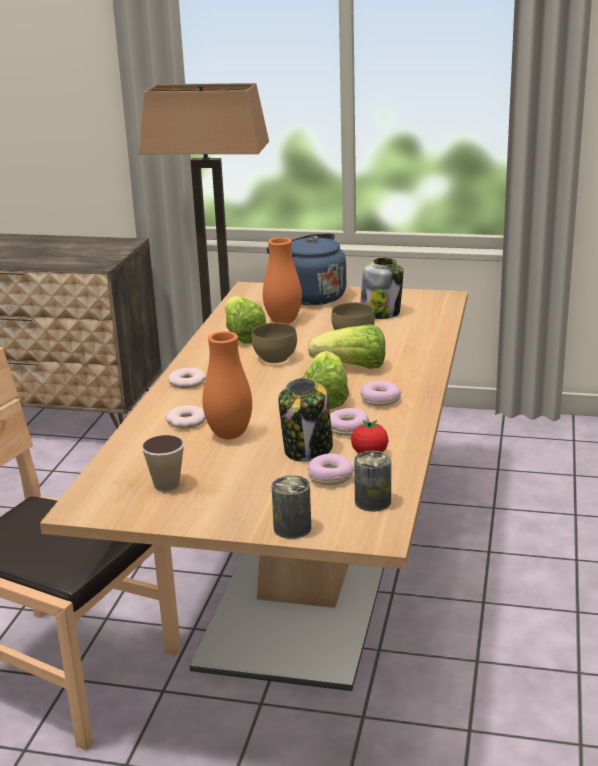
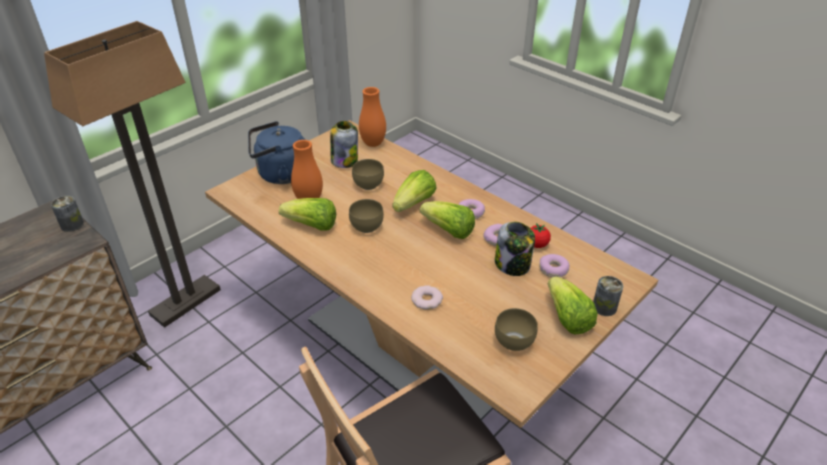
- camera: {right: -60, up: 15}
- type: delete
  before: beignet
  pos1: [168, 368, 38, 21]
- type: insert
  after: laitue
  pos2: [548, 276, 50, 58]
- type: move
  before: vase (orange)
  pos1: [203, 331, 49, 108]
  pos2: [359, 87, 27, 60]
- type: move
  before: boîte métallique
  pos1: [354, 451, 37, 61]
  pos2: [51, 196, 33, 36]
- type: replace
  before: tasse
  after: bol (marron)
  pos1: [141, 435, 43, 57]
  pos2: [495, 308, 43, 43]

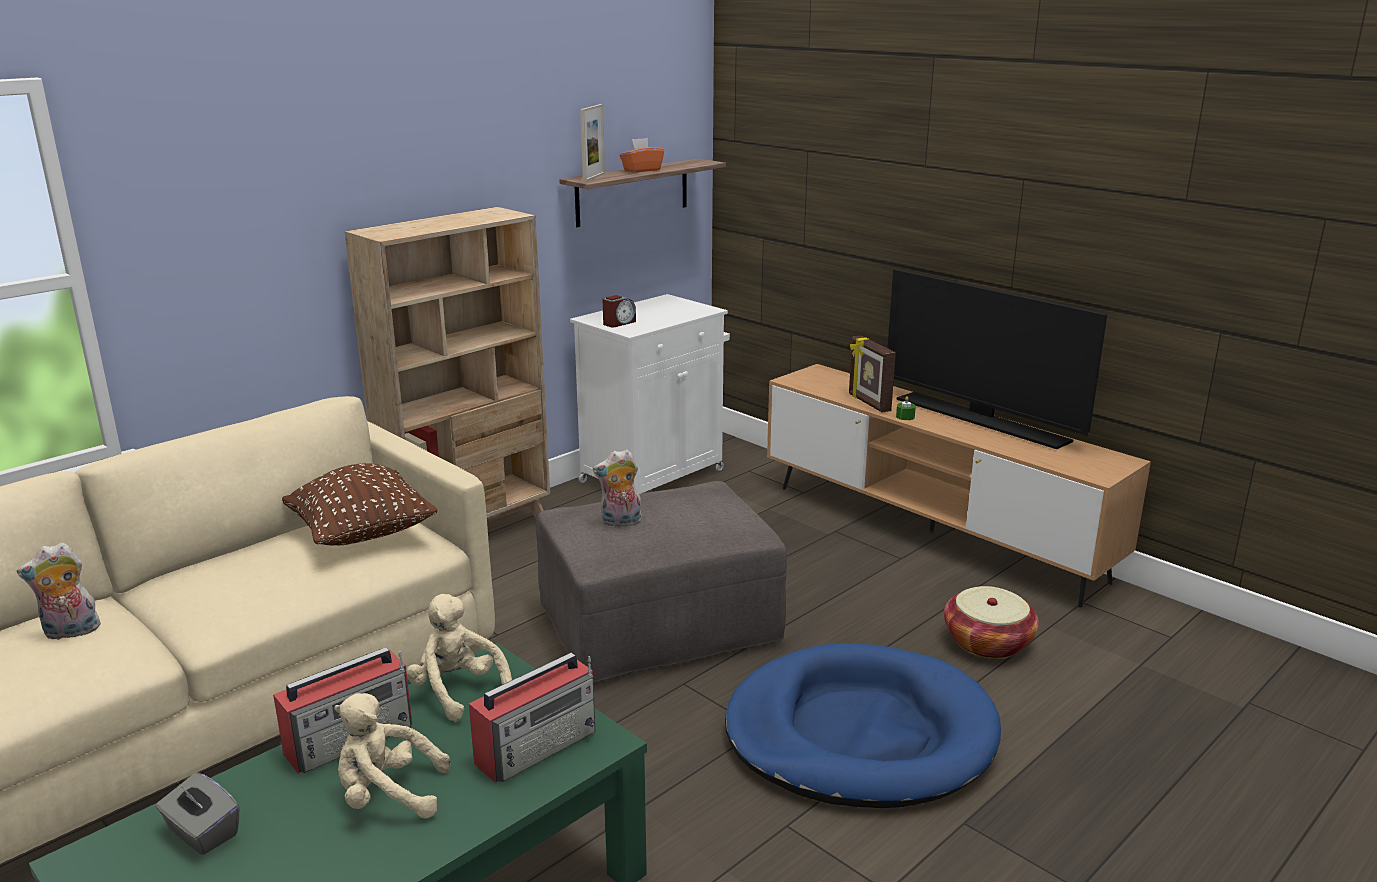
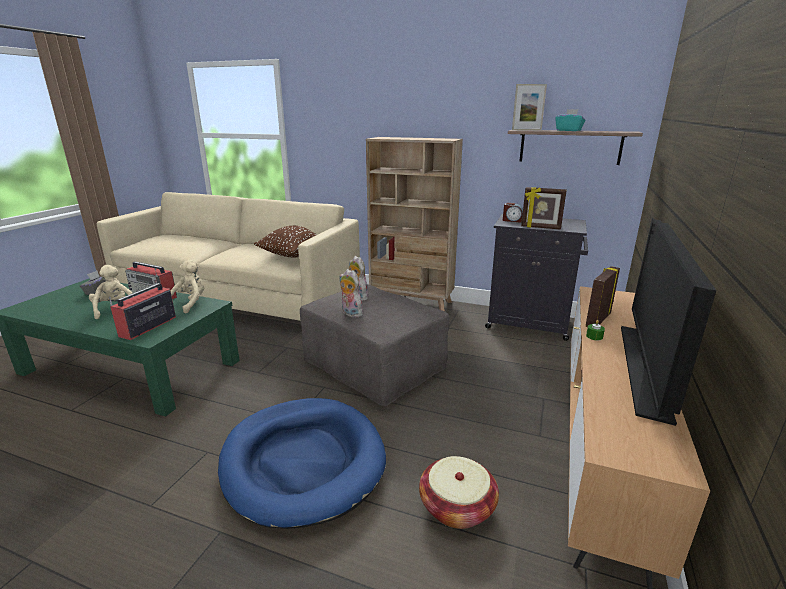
- camera: {right: 65, up: 0}
- type: insert
  after: cadre photo
  pos2: [521, 187, 46, 43]
- type: move
  before: peluche
  pos1: [17, 542, 84, 98]
  pos2: [339, 269, 25, 48]
- type: recolor
  before: meuble de rangement (blanc)
  after: meuble de rangement (noir)
  pos1: [570, 294, 160, 200]
  pos2: [485, 214, 103, 127]
- type: recolor
  before: boîte à mouchoirs (orange)
  after: boîte à mouchoirs (turquoise)
  pos1: [620, 138, 44, 34]
  pos2: [555, 109, 30, 22]
- type: rotate
  before: radio
  pos1: [469, 653, 127, 130]
  pos2: [109, 283, 67, 57]
  turn: 90

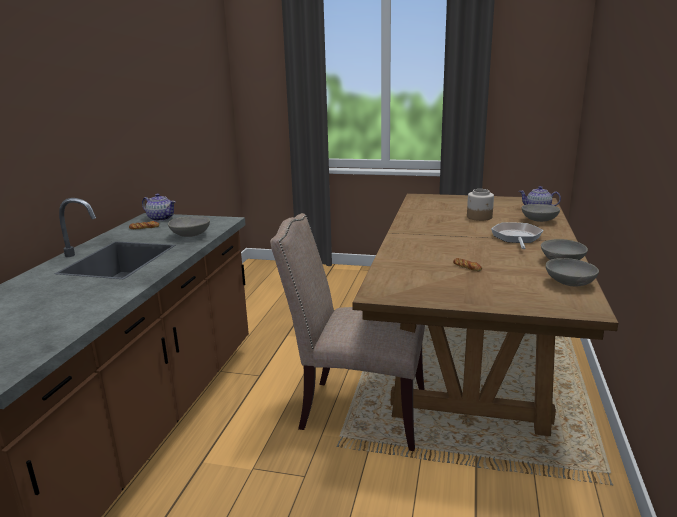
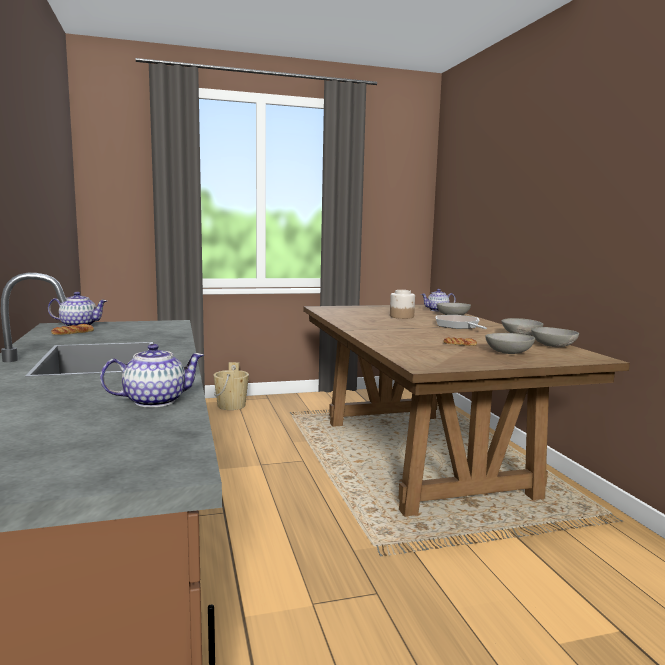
- camera: {right: -30, up: -10}
- type: delete
  before: chaise (beige)
  pos1: [270, 213, 155, 238]
- type: insert
  after: théière
  pos2: [100, 344, 104, 64]
- type: insert
  after: seau (beige)
  pos2: [213, 362, 36, 48]
- type: move
  before: bol (gris)
  pos1: [168, 216, 42, 21]
  pos2: [485, 333, 50, 21]

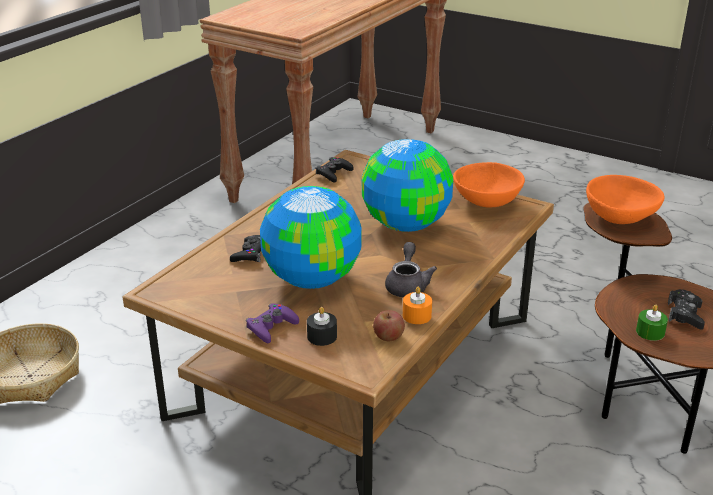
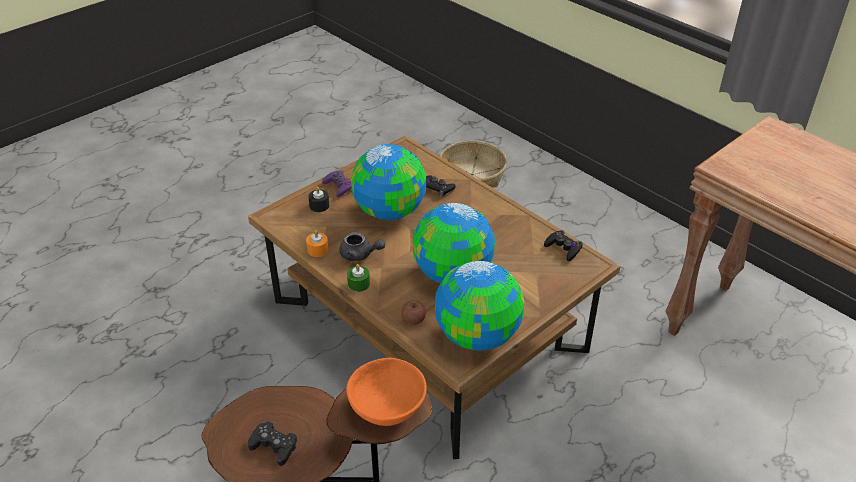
- camera: {right: 105, up: 10}
- type: move
  before: pomme
  pos1: [373, 310, 32, 31]
  pos2: [402, 300, 24, 25]
- type: move
  before: bougie (vert)
  pos1: [636, 305, 32, 36]
  pos2: [347, 264, 23, 28]
- type: replace
  before: bol (orange)
  after: globe
  pos1: [453, 162, 72, 46]
  pos2: [435, 261, 89, 90]

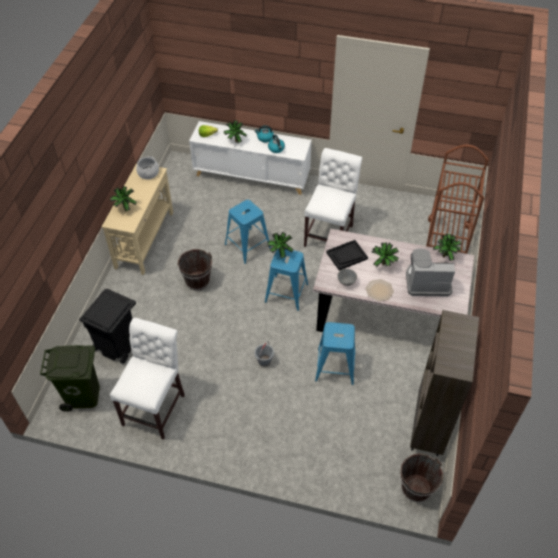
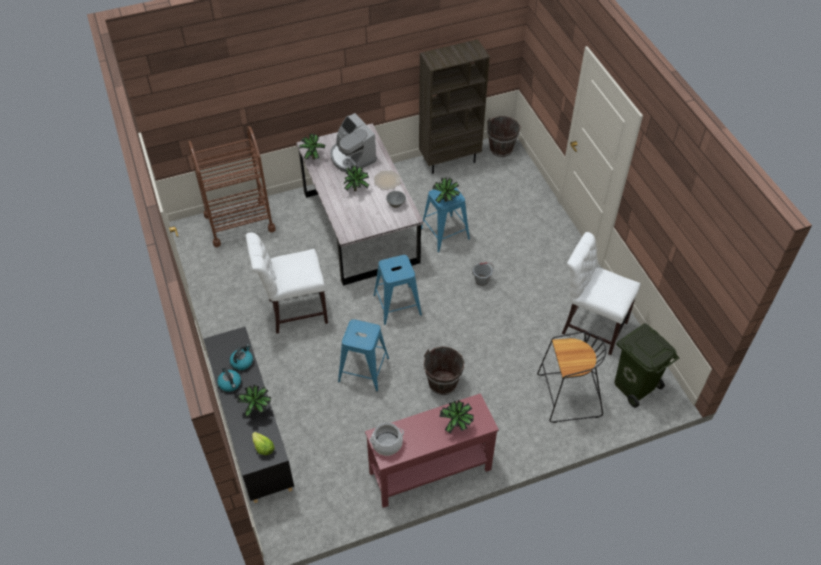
- camera: {right: -125, up: 0}
- type: delete
  before: plateau (noir)
  pos1: [326, 240, 42, 31]
- type: move
  before: plante en pot
  pos1: [267, 232, 26, 26]
  pos2: [432, 177, 28, 26]
- type: replace
  before: poubelle (noir)
  after: tabouret (noir)
  pos1: [79, 289, 57, 75]
  pos2: [537, 332, 69, 91]
- type: recolor
  before: table console (beige)
  after: table console (rouge)
  pos1: [102, 163, 71, 112]
  pos2: [365, 393, 134, 115]
- type: recolor
  before: meuble de rangement (blanc)
  after: meuble de rangement (noir)
  pos1: [189, 121, 123, 74]
  pos2: [204, 327, 90, 176]
- type: rotate
  before: chaise (blanc)
  pos1: [110, 318, 75, 122]
  pos2: [562, 232, 79, 123]
  turn: 45

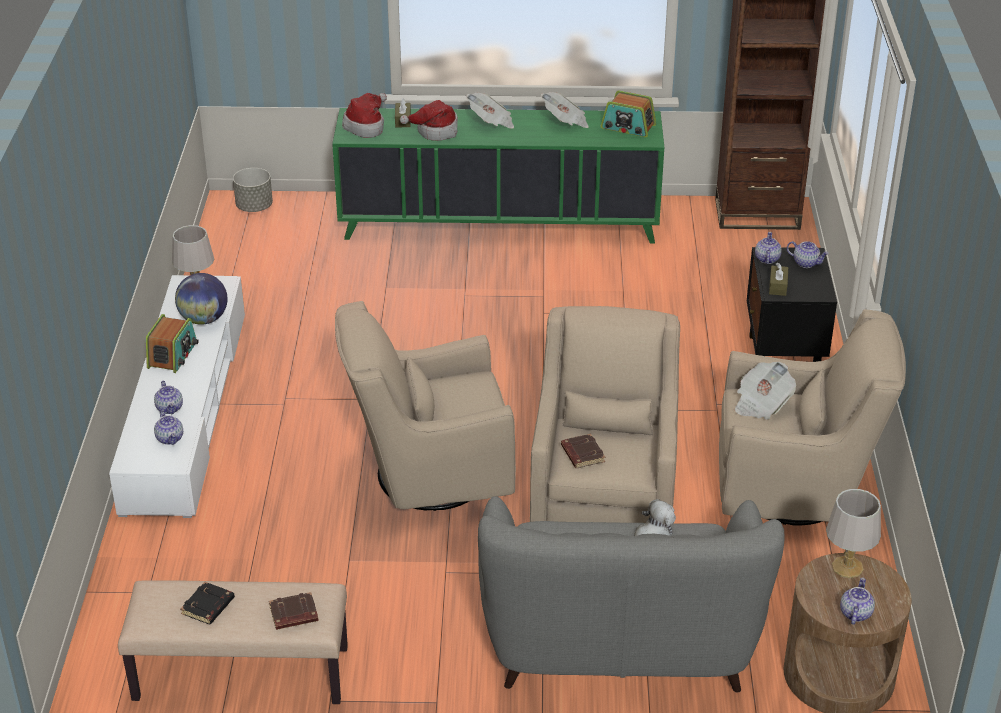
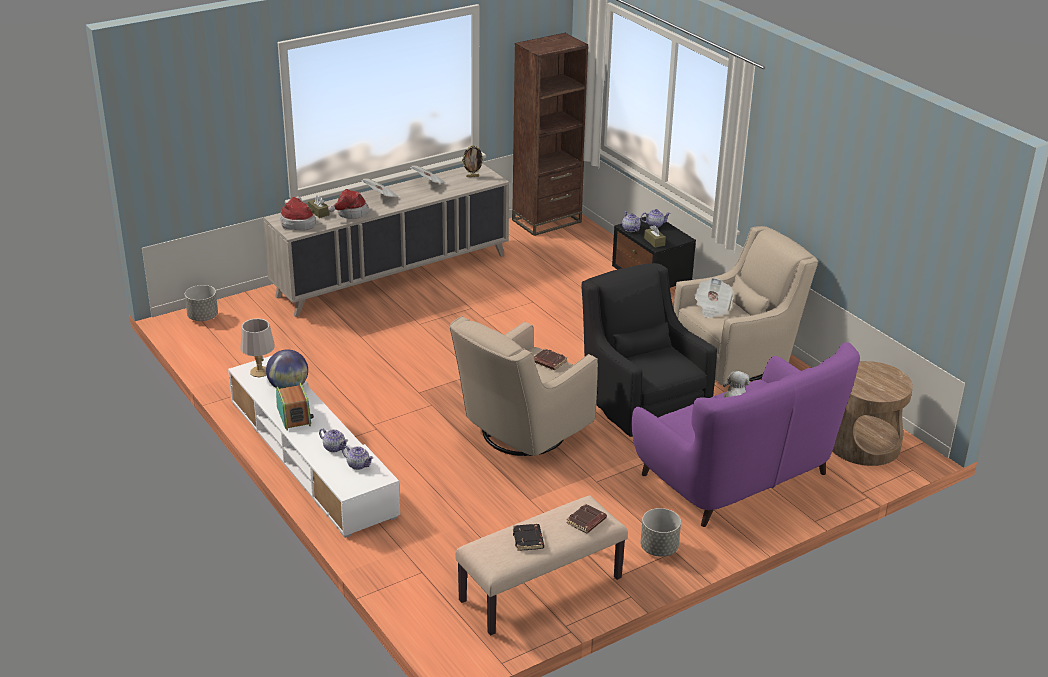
- camera: {right: -35, up: -5}
- type: delete
  before: lampe de table (gris)
  pos1: [826, 489, 55, 89]
- type: delete
  before: théière
  pos1: [840, 578, 35, 47]
- type: insert
  after: cache-pot (gris)
  pos2: [641, 508, 40, 49]
- type: move
  before: livre (marron)
  pos1: [561, 434, 44, 34]
  pos2: [534, 349, 34, 21]
- type: replace
  before: radio
  after: cadre photo
  pos1: [601, 91, 55, 46]
  pos2: [462, 145, 22, 32]
- type: recolor
  before: meuble de rangement (vert)
  after: meuble de rangement (beige)
  pos1: [332, 108, 332, 135]
  pos2: [263, 163, 246, 154]
- type: recolor
  before: canapé (gris)
  after: canapé (violet)
  pos1: [478, 496, 306, 197]
  pos2: [632, 342, 228, 185]
- type: recolor
  before: fauteuil (beige)
  after: fauteuil (noir)
  pos1: [530, 306, 150, 217]
  pos2: [582, 263, 135, 174]

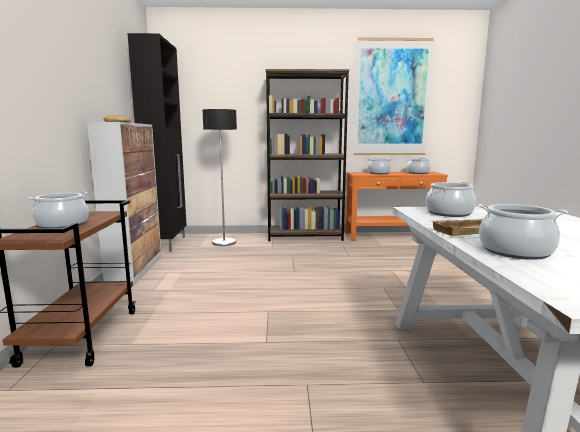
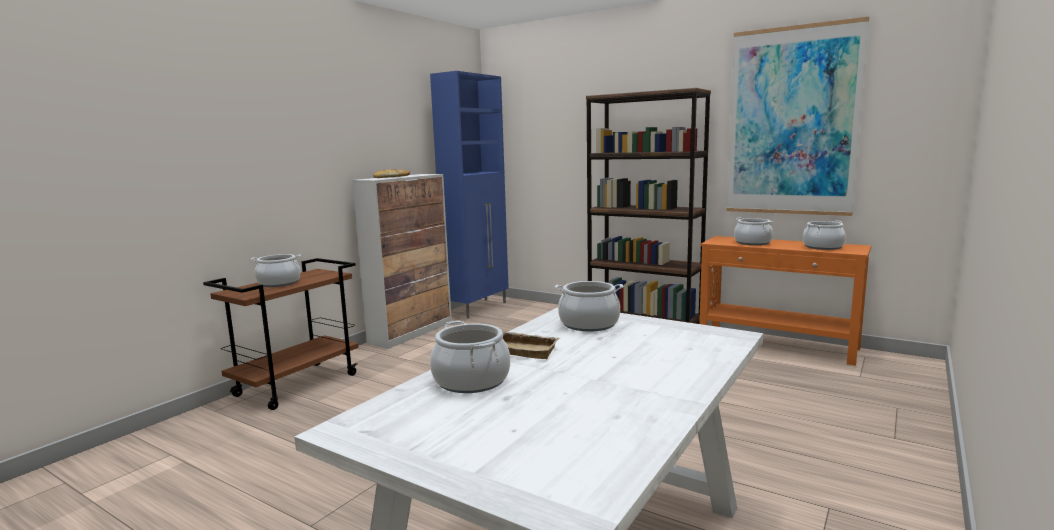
- camera: {right: 35, up: 0}
- type: delete
  before: lampadaire
  pos1: [203, 109, 34, 137]
- type: recolor
  before: meuble de rangement (noir)
  after: meuble de rangement (bleu)
  pos1: [127, 33, 59, 219]
  pos2: [430, 71, 79, 248]

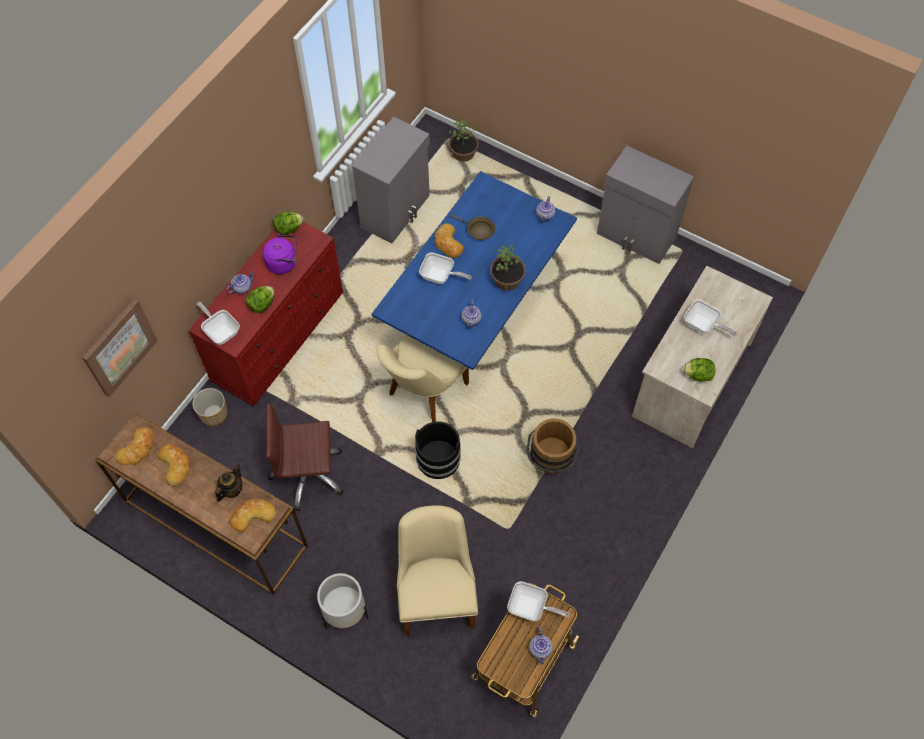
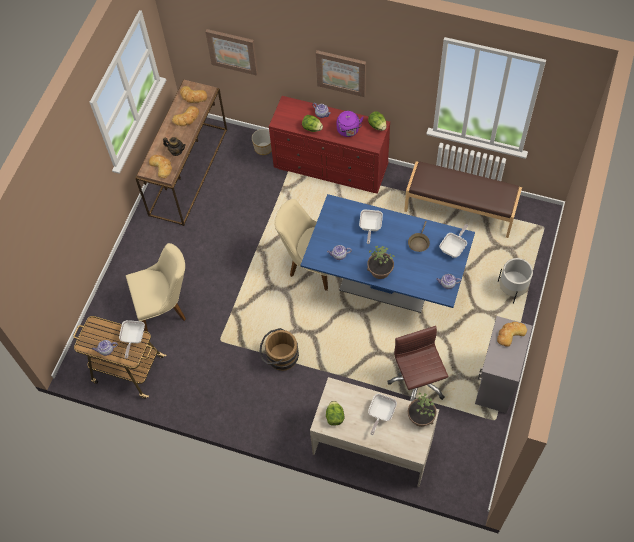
- camera: {right: 80, up: 0}
- type: delete
  before: seau (noir)
  pos1: [415, 421, 46, 58]
- type: insert
  after: tableau
  pos2: [316, 50, 50, 47]
- type: move
  before: poêle
  pos1: [196, 302, 44, 43]
  pos2: [439, 224, 29, 34]
- type: move
  before: chaise de bureau (marron)
  pos1: [266, 403, 77, 108]
  pos2: [388, 326, 60, 75]
- type: move
  before: cache-pot (blanc)
  pos1: [317, 573, 51, 56]
  pos2: [498, 258, 35, 46]
- type: move
  before: pain
  pos1: [435, 223, 29, 35]
  pos2: [497, 322, 30, 25]
- type: move
  before: plante en pot
  pos1: [448, 120, 31, 42]
  pos2: [408, 392, 29, 35]
- type: replace
  before: meuble de rangement (gris)
  after: banc (marron)
  pos1: [352, 117, 78, 127]
  pos2: [404, 161, 118, 77]

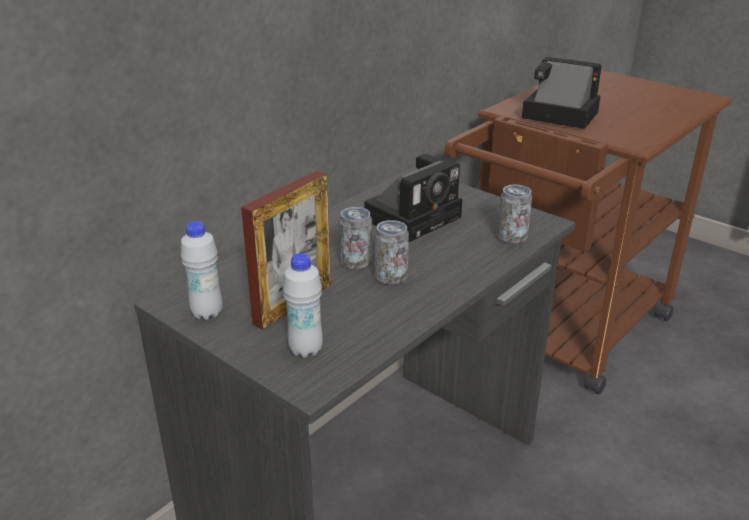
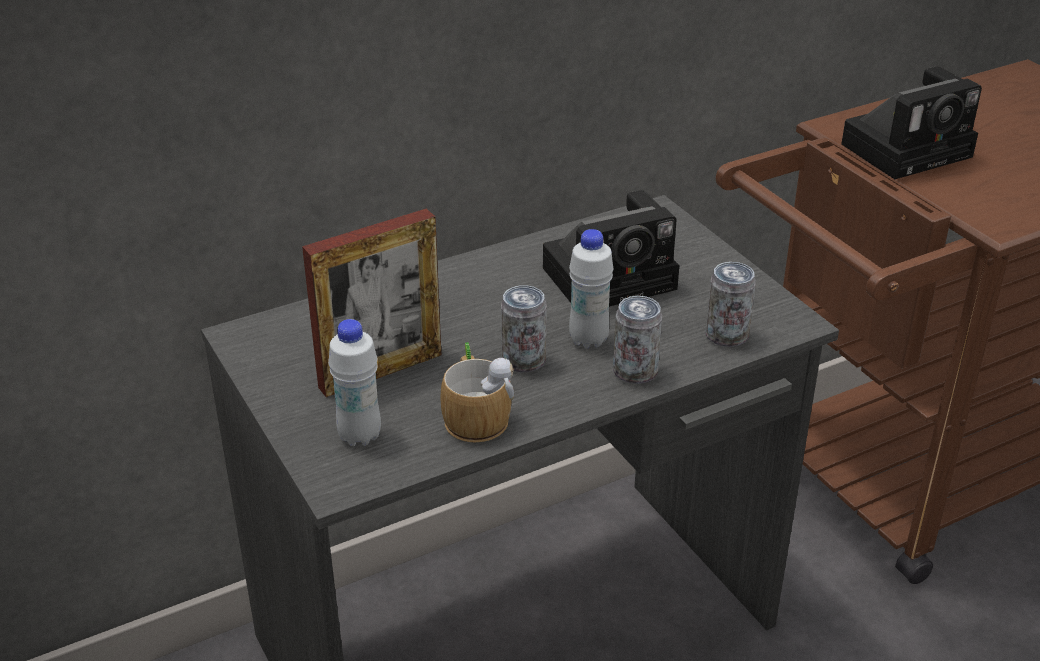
- camera: {right: 20, up: 5}
- type: insert
  after: mug
  pos2: [440, 342, 74, 100]
- type: move
  before: bouteille (blanc)
  pos1: [181, 221, 42, 99]
  pos2: [569, 229, 44, 120]
- type: move
  before: boîte métallique
  pos1: [339, 207, 33, 63]
  pos2: [613, 296, 49, 88]
- type: rotate
  before: appareil photo
  pos1: [522, 57, 80, 72]
  pos2: [841, 67, 141, 112]
  turn: 105

